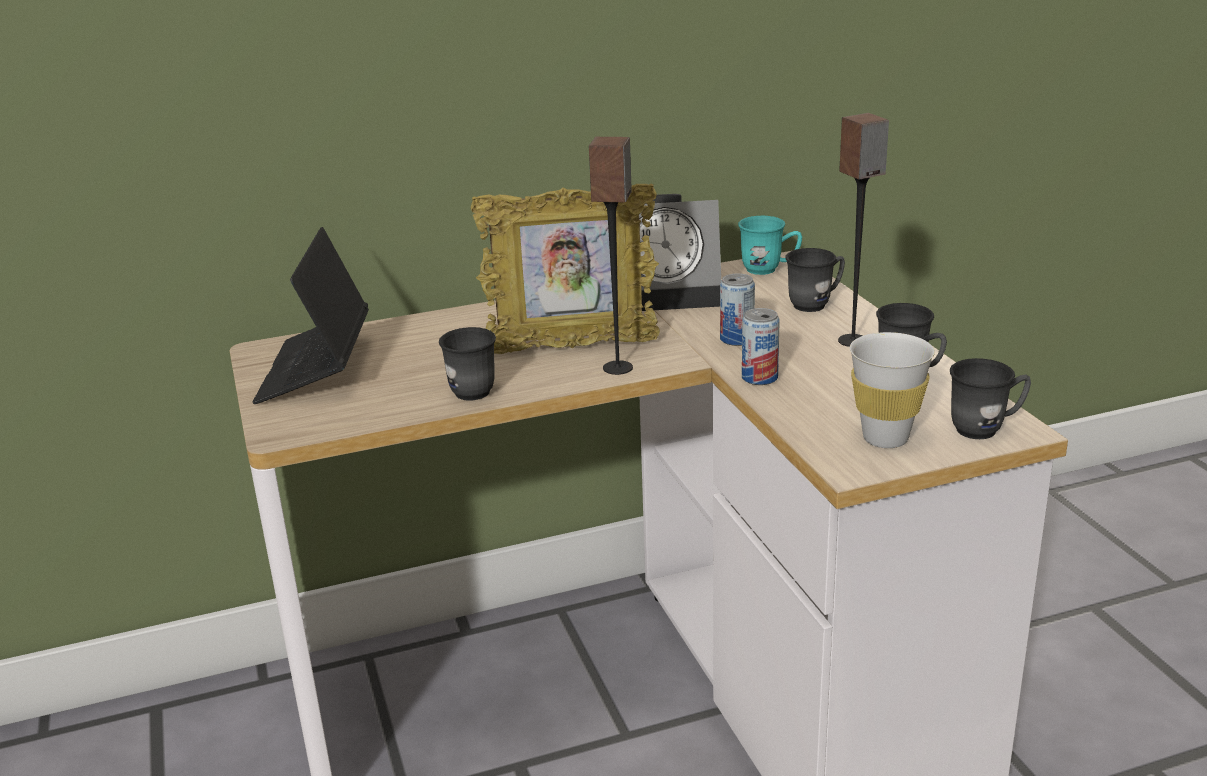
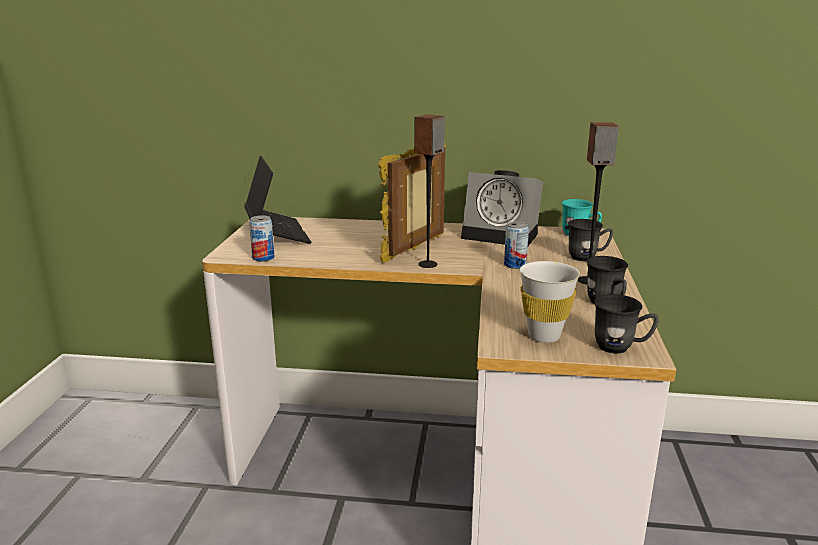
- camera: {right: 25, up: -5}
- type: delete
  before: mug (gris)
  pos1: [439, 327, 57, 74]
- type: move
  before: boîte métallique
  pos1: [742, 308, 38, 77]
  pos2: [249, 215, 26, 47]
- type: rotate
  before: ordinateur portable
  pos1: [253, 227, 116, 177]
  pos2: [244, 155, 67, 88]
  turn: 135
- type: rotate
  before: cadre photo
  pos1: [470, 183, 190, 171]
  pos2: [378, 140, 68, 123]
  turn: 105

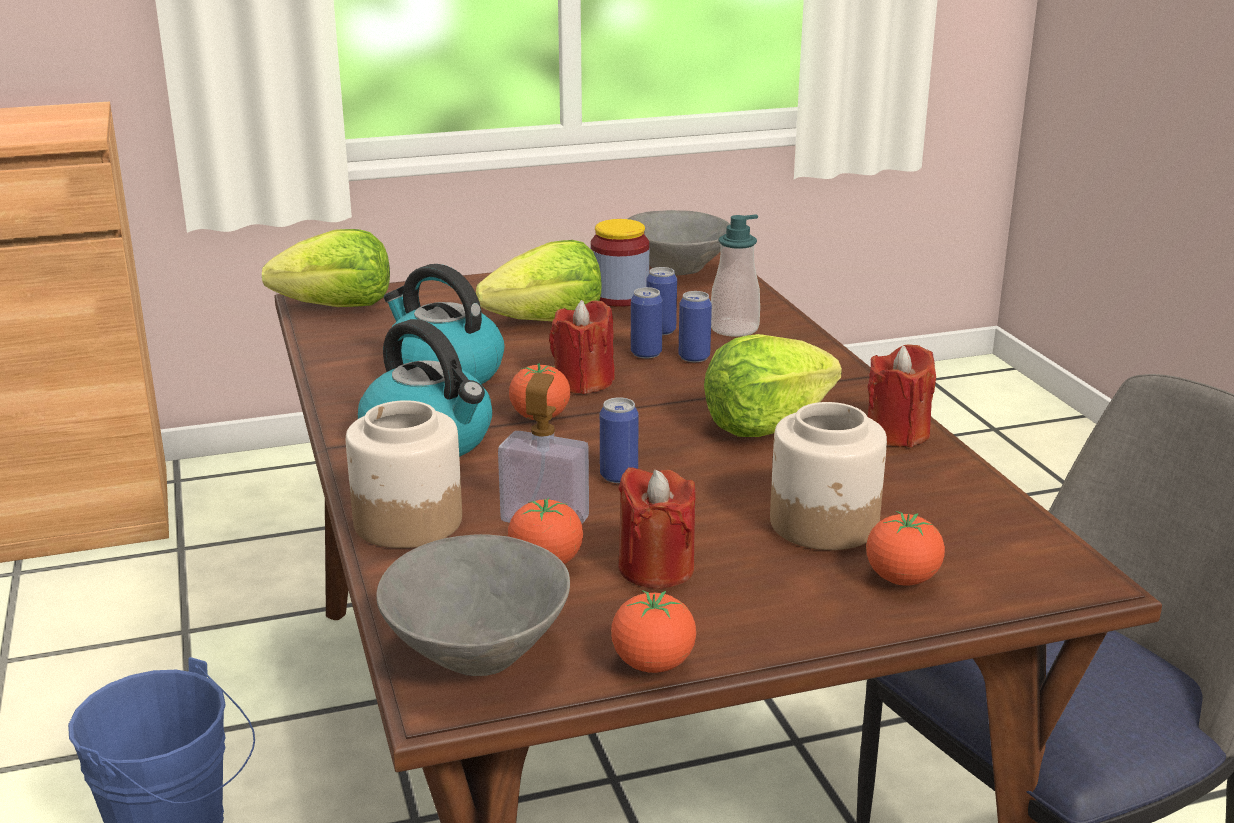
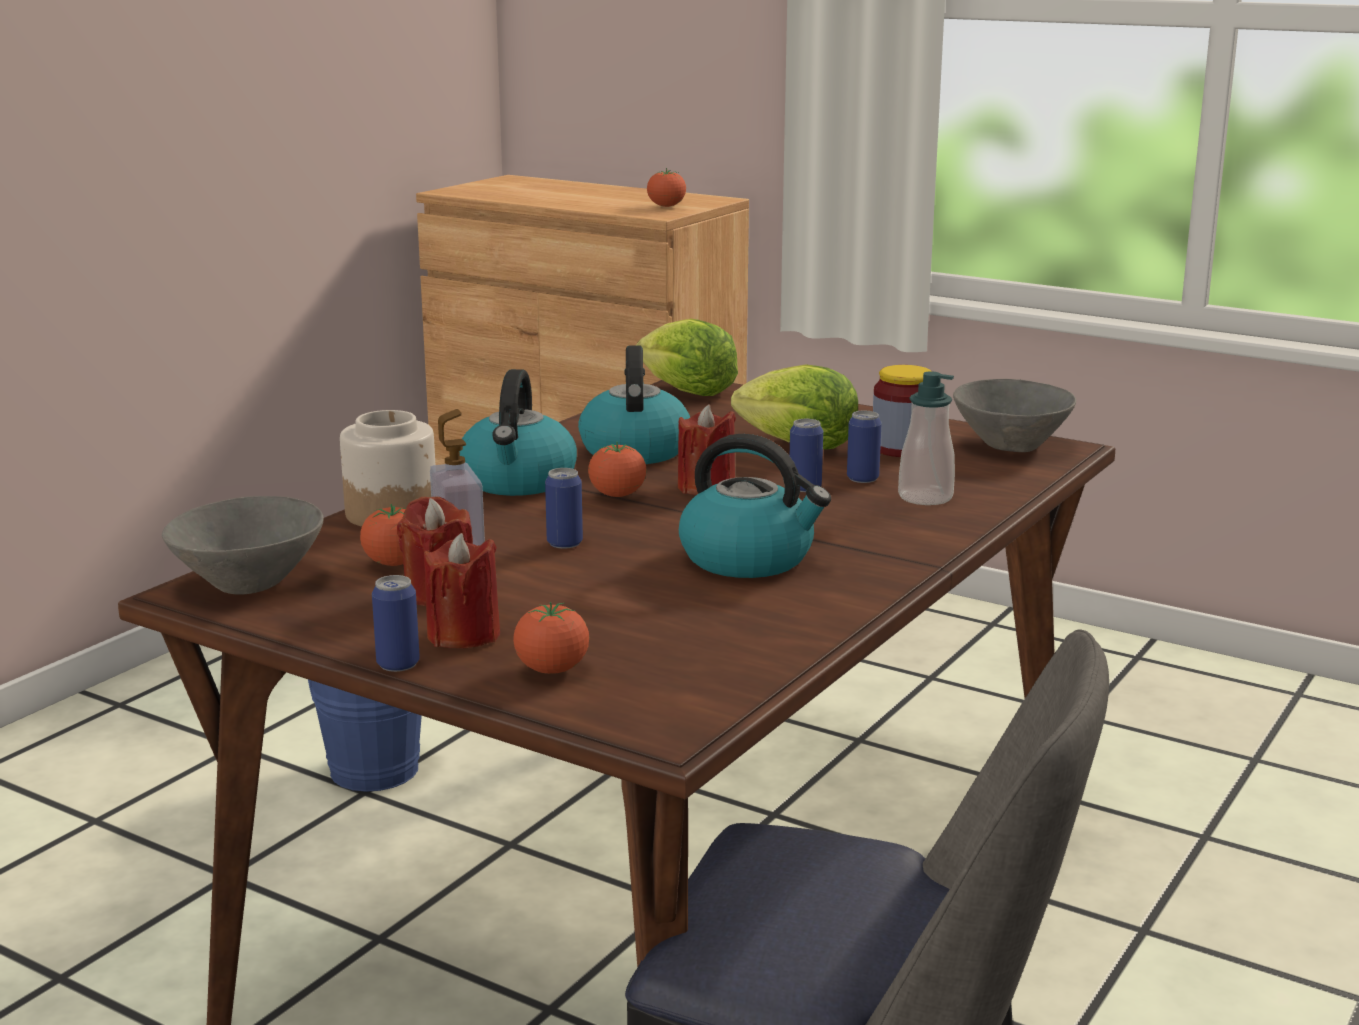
- camera: {right: 50, up: -5}
- type: delete
  before: bocal
  pos1: [770, 402, 117, 148]
- type: move
  before: tomate
  pos1: [611, 590, 85, 83]
  pos2: [647, 168, 39, 39]
- type: move
  before: boîte métallique
  pos1: [679, 291, 33, 71]
  pos2: [372, 575, 48, 97]
- type: move
  before: bougie (rouge)
  pos1: [868, 344, 68, 103]
  pos2: [424, 533, 76, 115]
- type: replace
  before: laitue
  after: bouilloire
  pos1: [704, 334, 138, 103]
  pos2: [679, 434, 152, 144]

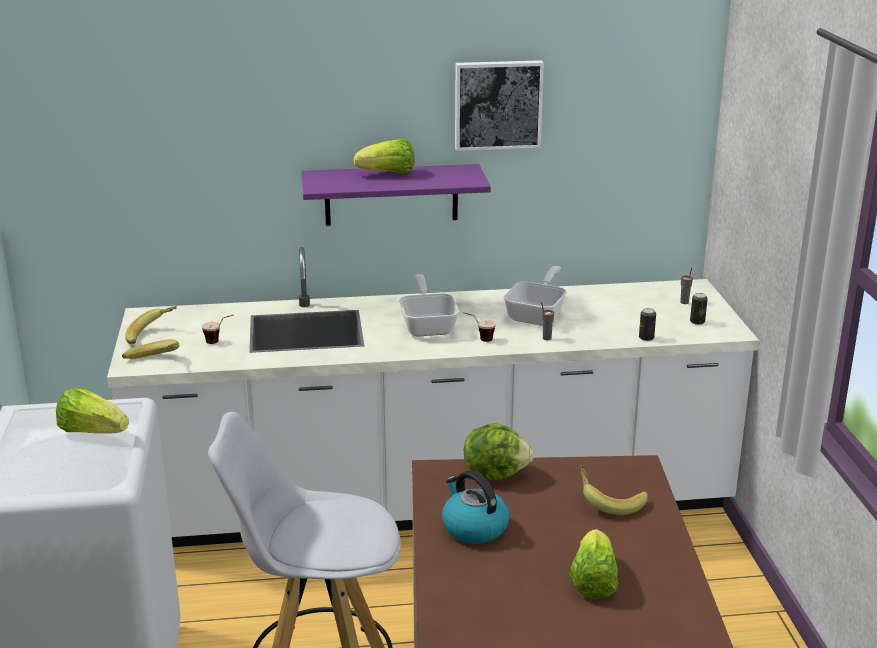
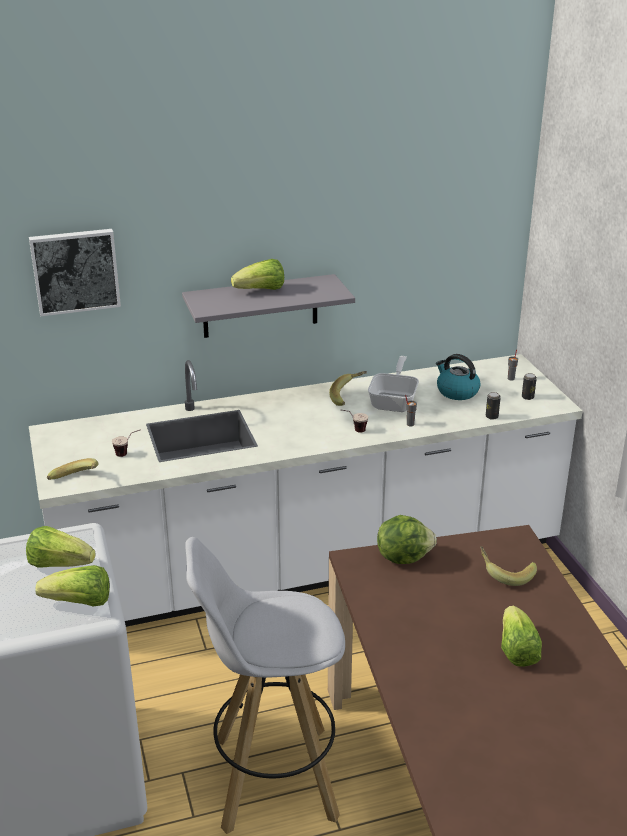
- camera: {right: -10, up: 5}
- type: delete
  before: poêle
  pos1: [399, 274, 60, 62]
- type: insert
  after: laitue
  pos2: [35, 565, 75, 42]
- type: move
  before: banane
  pos1: [125, 306, 52, 38]
  pos2: [329, 371, 38, 35]
- type: move
  before: bouilloire
  pos1: [442, 470, 68, 74]
  pos2: [436, 354, 45, 46]
- type: move
  before: tableau
  pos1: [455, 60, 89, 91]
  pos2: [29, 229, 92, 87]
- type: recolor
  before: étagère (violet)
  after: étagère (gris)
  pos1: [301, 164, 190, 62]
  pos2: [182, 274, 173, 64]

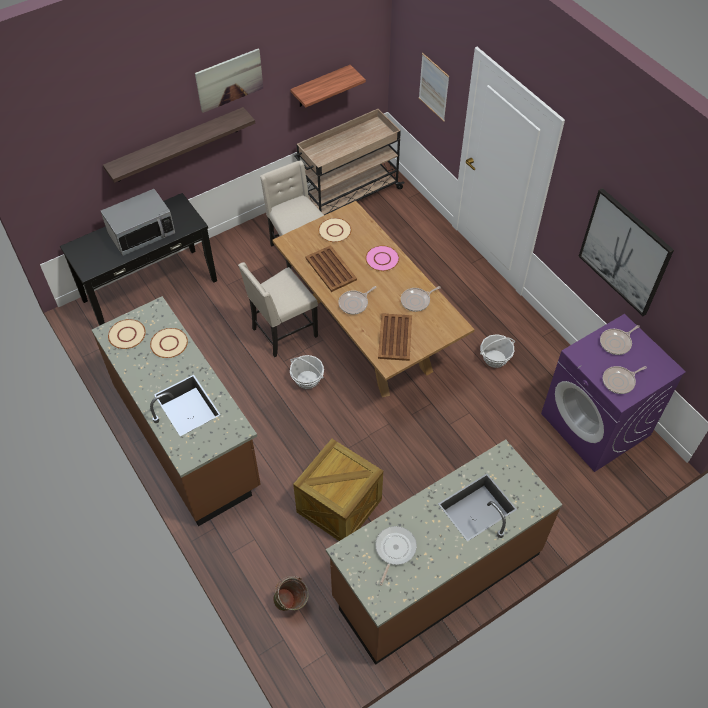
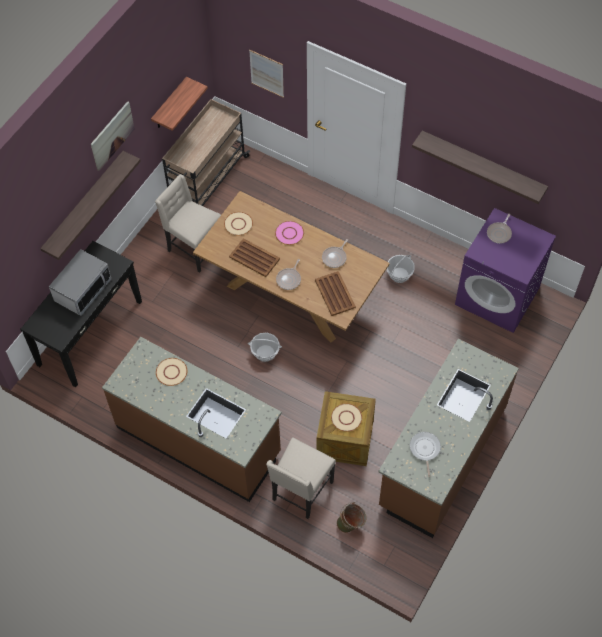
- camera: {right: -25, up: 5}
- type: delete
  before: poêle
  pos1: [603, 366, 44, 28]
- type: move
  before: assiette (beige)
  pos1: [108, 319, 38, 30]
  pos2: [331, 403, 31, 29]
- type: move
  before: chaise (beige)
  pos1: [238, 262, 80, 95]
  pos2: [266, 437, 70, 82]
- type: replace
  before: tableau
  after: étagère
  pos1: [579, 188, 95, 128]
  pos2: [412, 131, 136, 73]

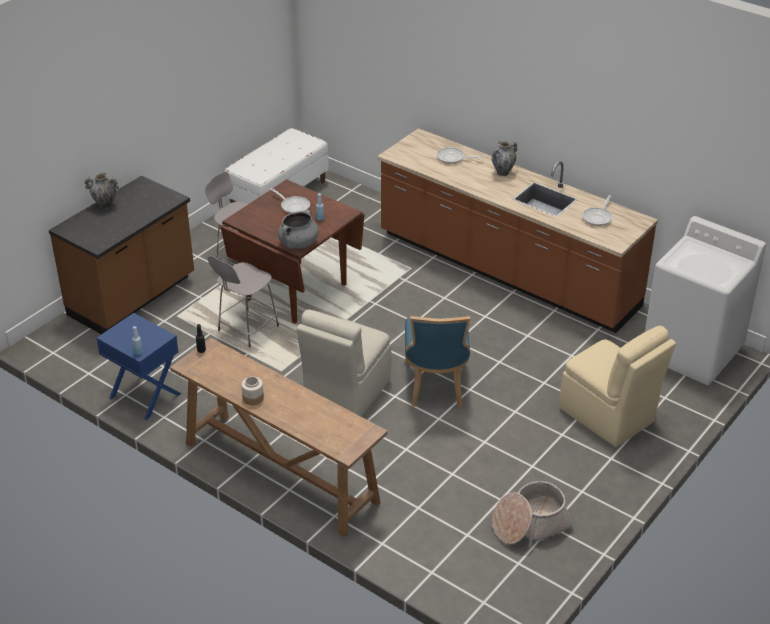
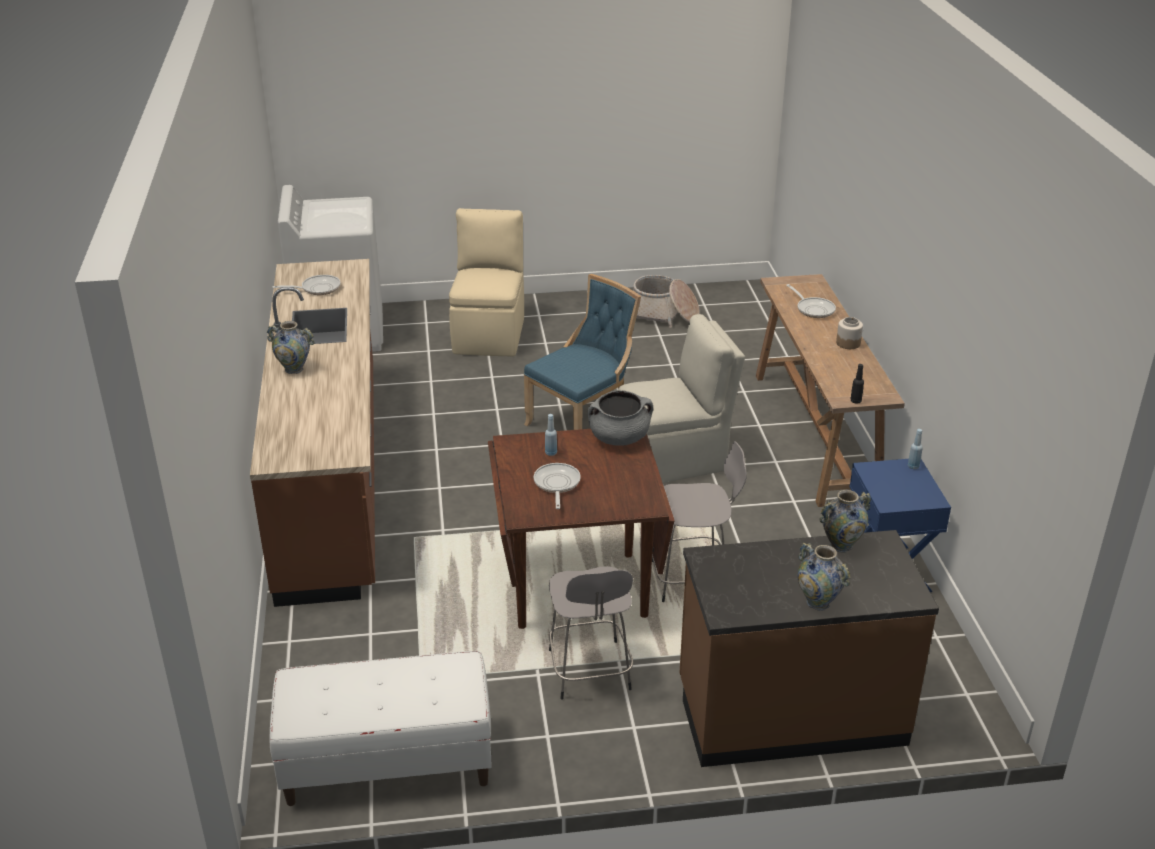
- camera: {right: -135, up: -5}
- type: insert
  after: vase
  pos2: [819, 490, 52, 62]
- type: move
  before: poêle
  pos1: [437, 147, 48, 17]
  pos2: [786, 284, 50, 34]

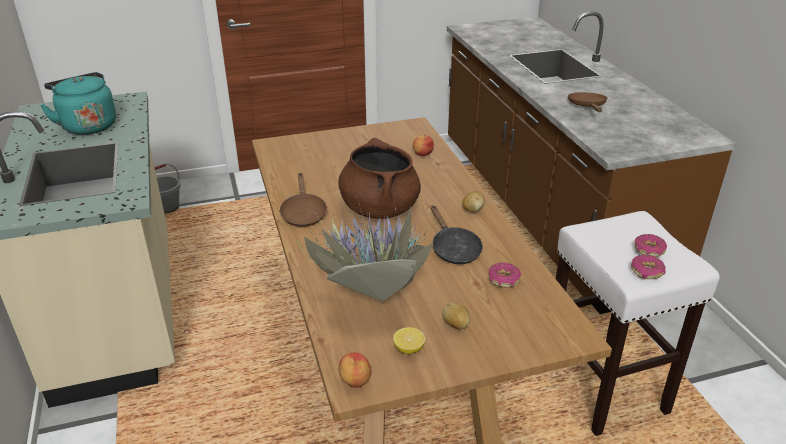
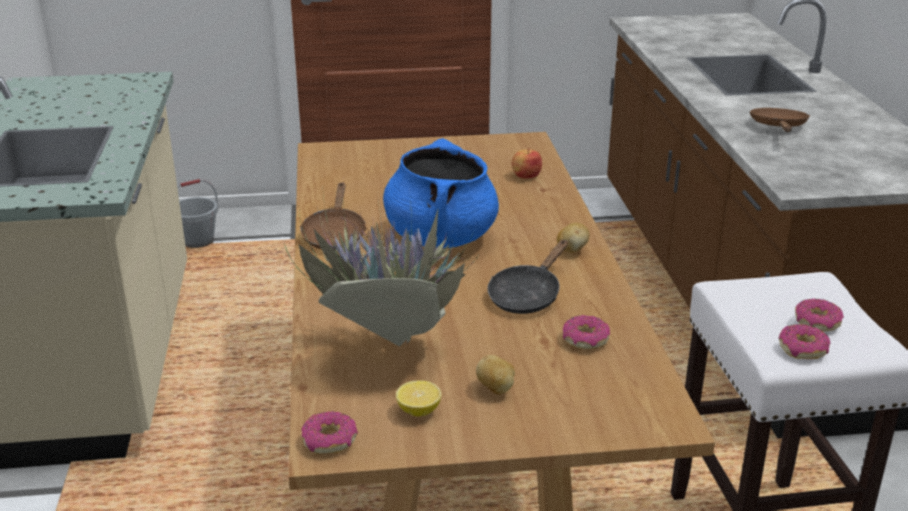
- camera: {right: 10, up: -5}
- type: delete
  before: bouilloire (turquoise)
  pos1: [40, 72, 76, 63]
- type: replace
  before: pomme
  after: beignet
  pos1: [339, 352, 32, 36]
  pos2: [301, 411, 57, 43]
- type: recolor
  before: marmite (marron)
  after: marmite (bleu)
  pos1: [338, 138, 83, 81]
  pos2: [383, 138, 116, 110]
- type: rotate
  before: poêle (noir)
  pos1: [431, 205, 52, 59]
  pos2: [487, 240, 81, 74]
  turn: 45

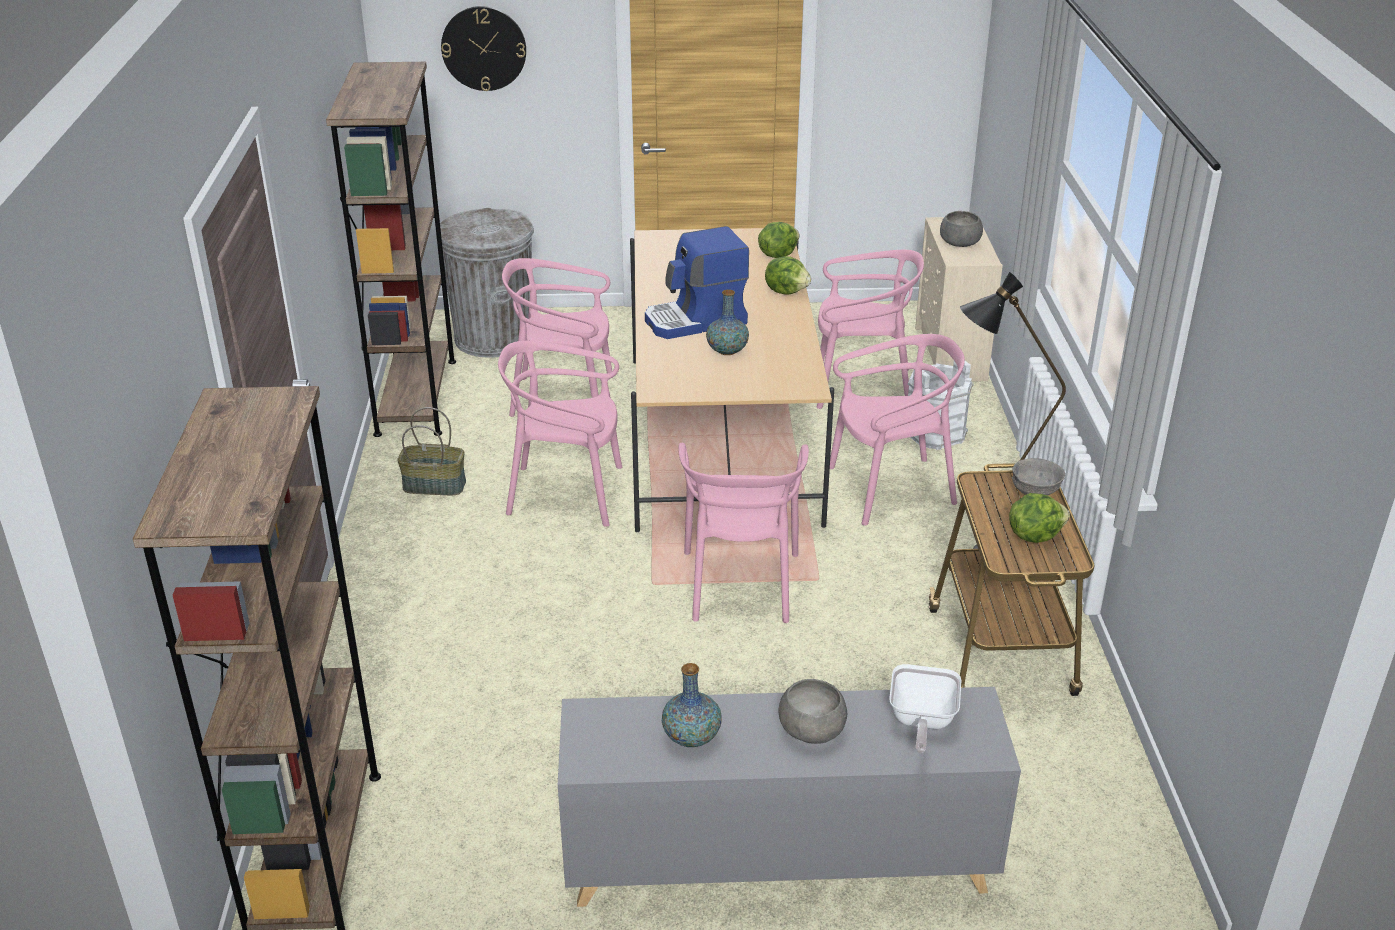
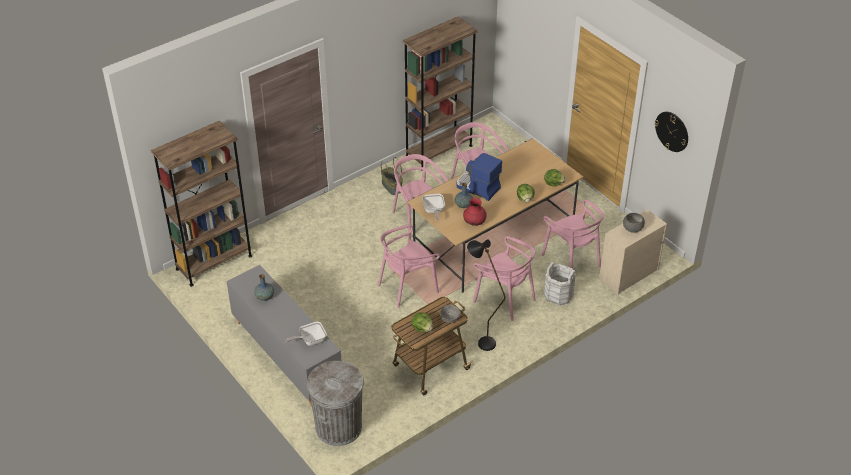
- camera: {right: 55, up: 10}
- type: delete
  before: bol (gris)
  pos1: [778, 679, 69, 65]
- type: insert
  after: poêle
  pos2: [422, 194, 23, 26]
- type: insert
  after: vase (rouge)
  pos2: [463, 198, 24, 28]
- type: move
  before: poubelle (gris)
  pos1: [436, 208, 98, 150]
  pos2: [307, 361, 57, 85]
- type: move
  before: horloge murale
  pos1: [441, 6, 85, 85]
  pos2: [655, 111, 33, 41]

